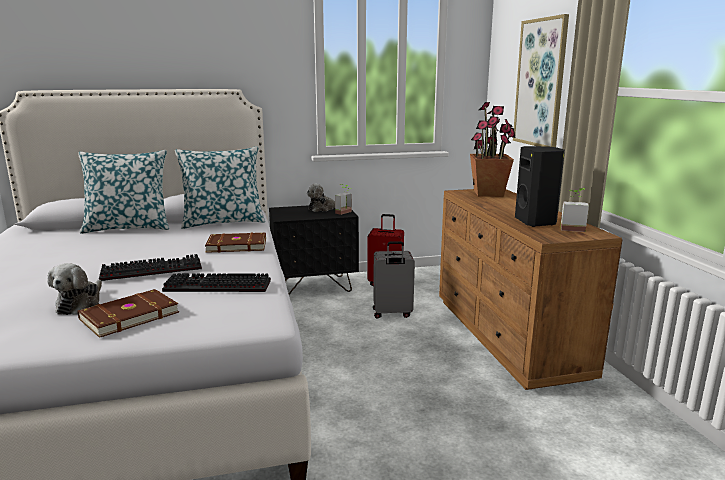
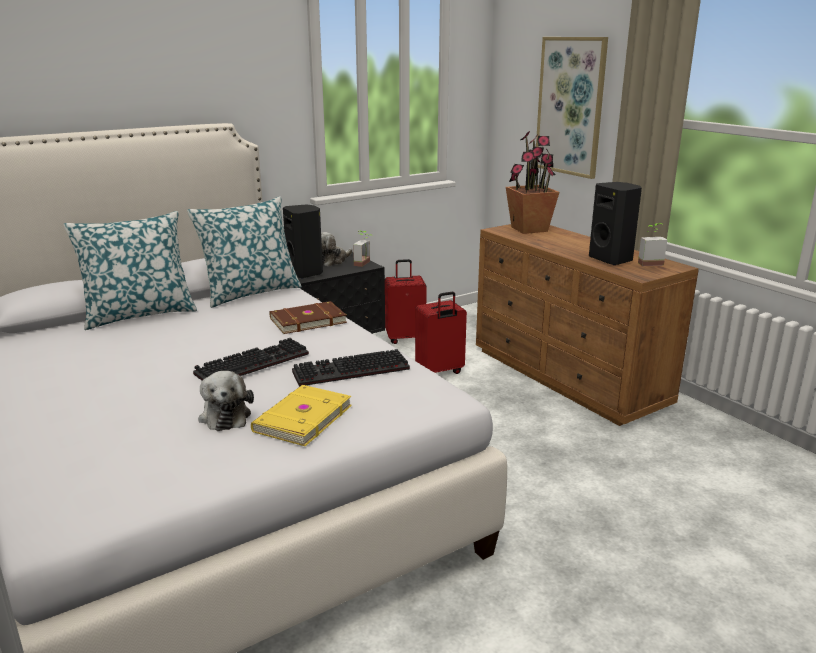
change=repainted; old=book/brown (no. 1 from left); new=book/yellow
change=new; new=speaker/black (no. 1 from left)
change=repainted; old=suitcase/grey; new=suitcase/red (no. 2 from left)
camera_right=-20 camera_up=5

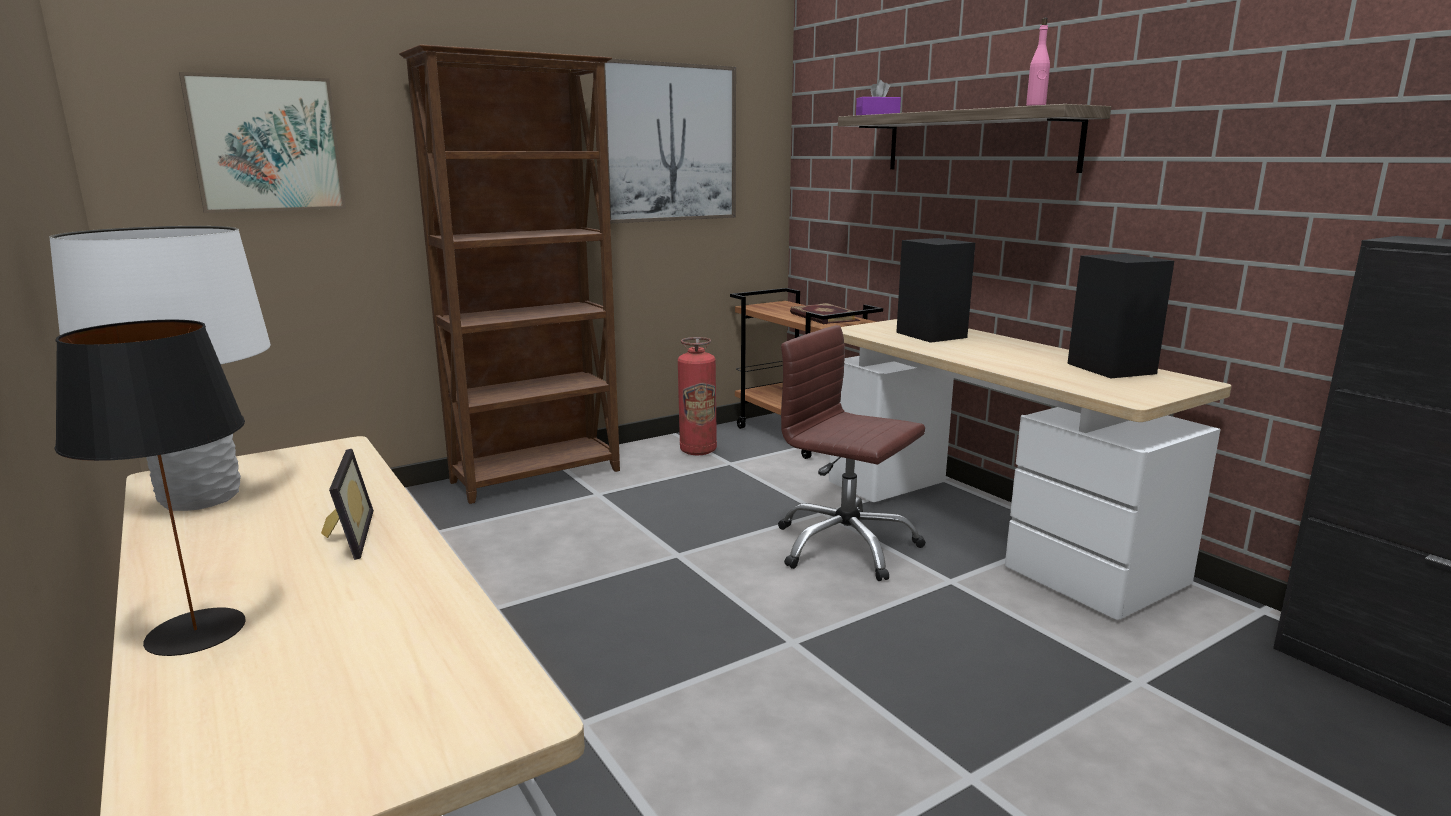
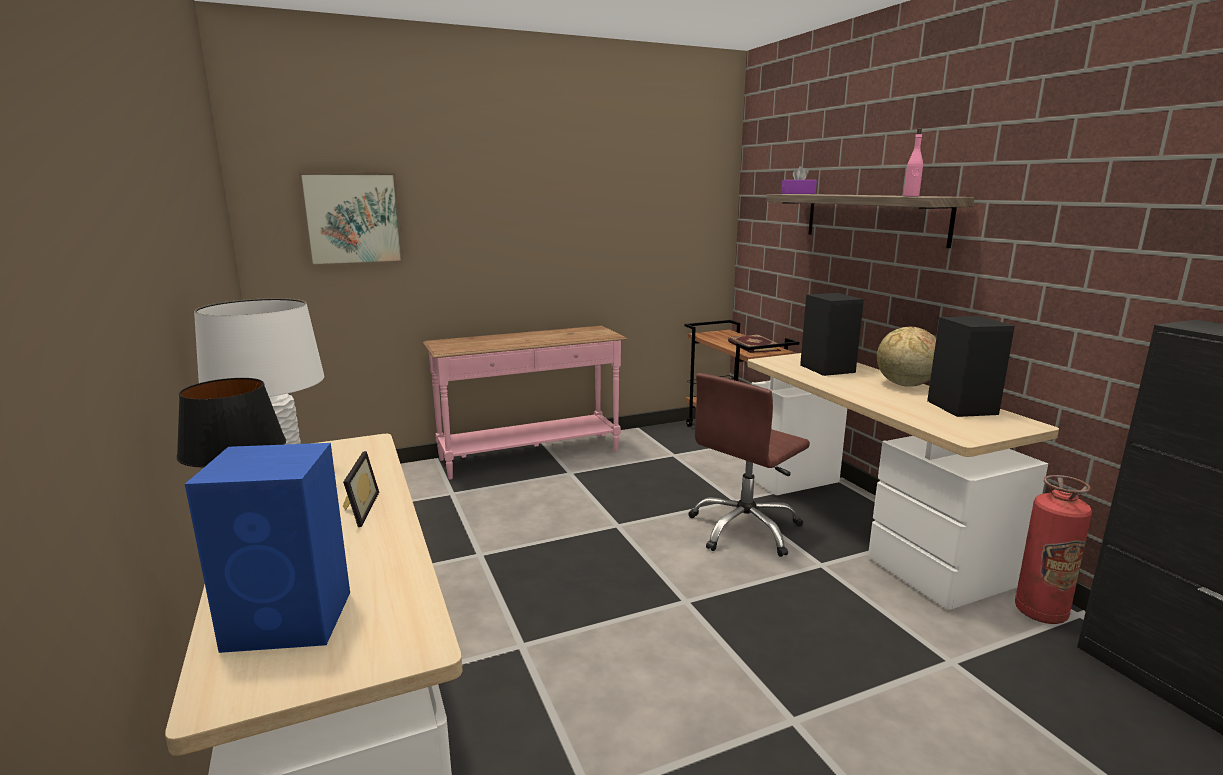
change=new; new=speaker/blue
change=swapped; old=bookcase/brown; new=console table/pink
change=rotated; old=office chair/brown; degrees=-90
change=new; new=globe
change=shifted; old=fire extinguisher
change=gone; old=picture (no. 2 from left)
camera_right=10 camera_up=0

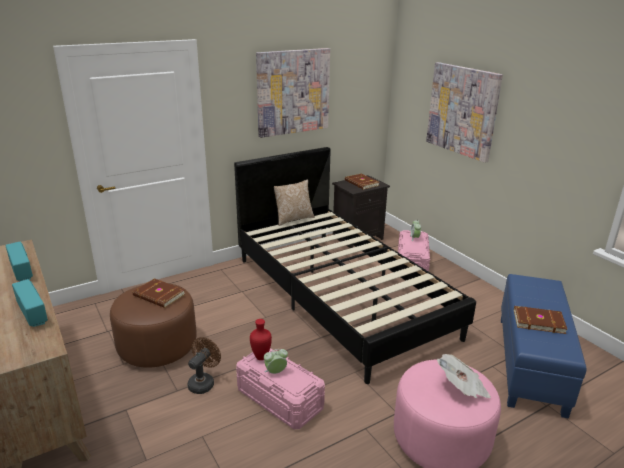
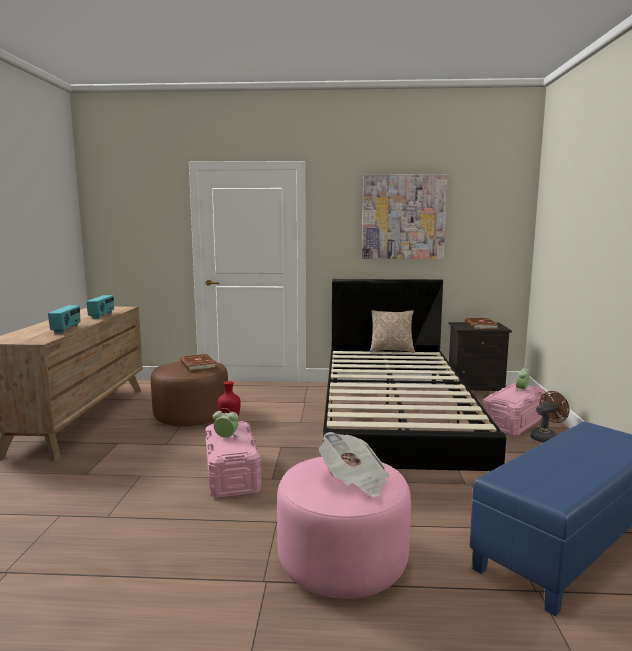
change=shifted; old=fan/brown
change=gone; old=picture (no. 2 from left)
change=gone; old=book/brown (no. 3 from left)
camera_right=35 camera_up=-15

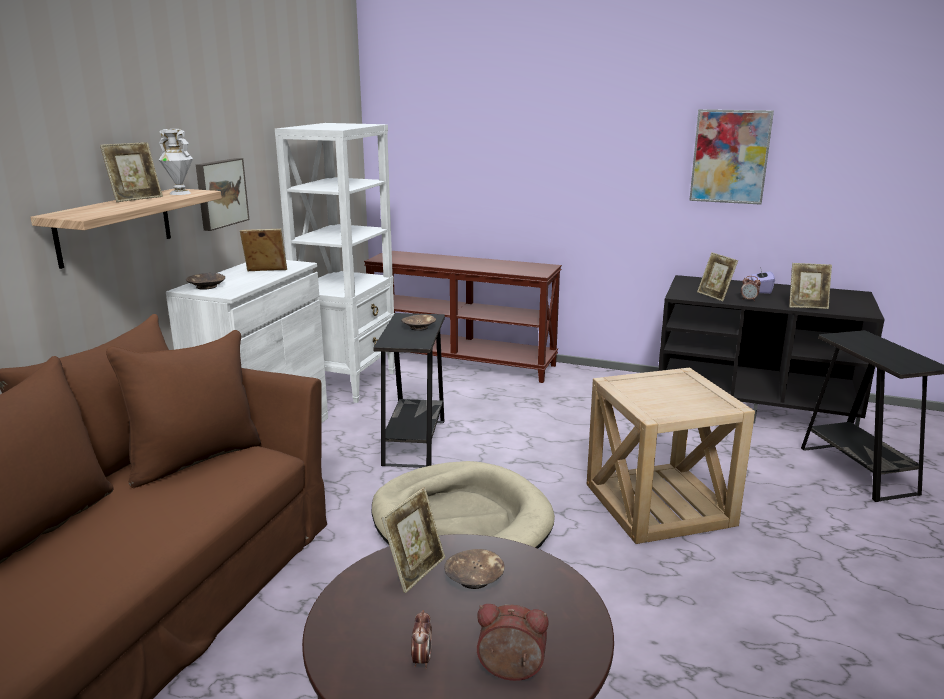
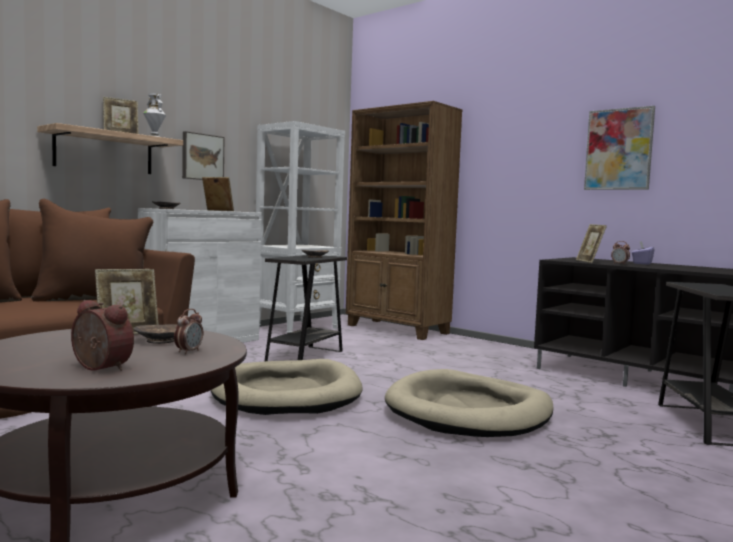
change=shifted; old=alarm clock (no. 1 from left in the first image); new=alarm clock (no. 2 from left)
change=swapped; old=console table/brown; new=bookcase/brown
change=swapped; old=side table/beige; new=dog bed/beige (no. 2 from left)
change=gone; old=picture frame (no. 5 from left)
camera_right=20 camera_up=-15

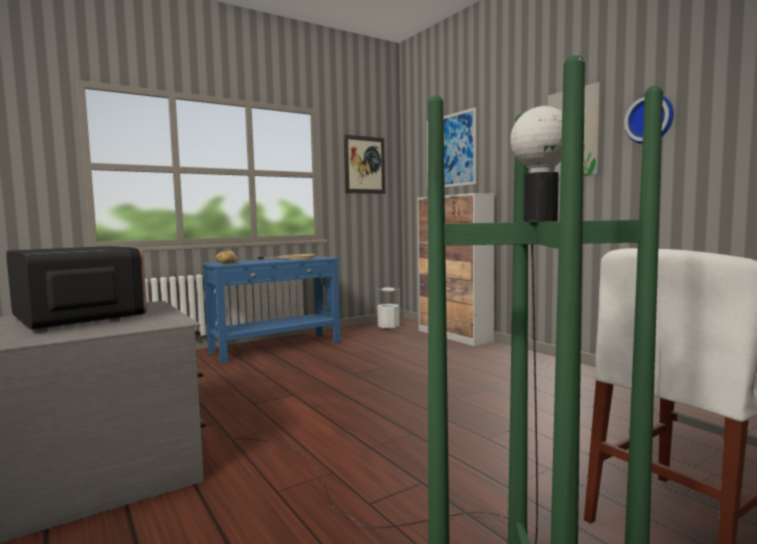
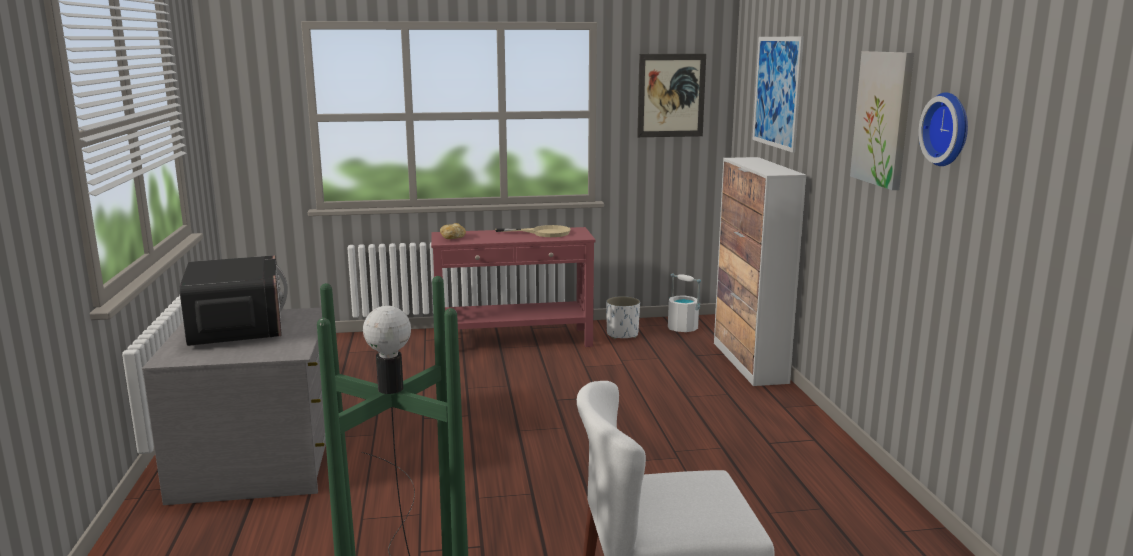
change=repainted; old=console table/blue; new=console table/red
change=new; new=planter/white
camera_right=25 camera_up=10

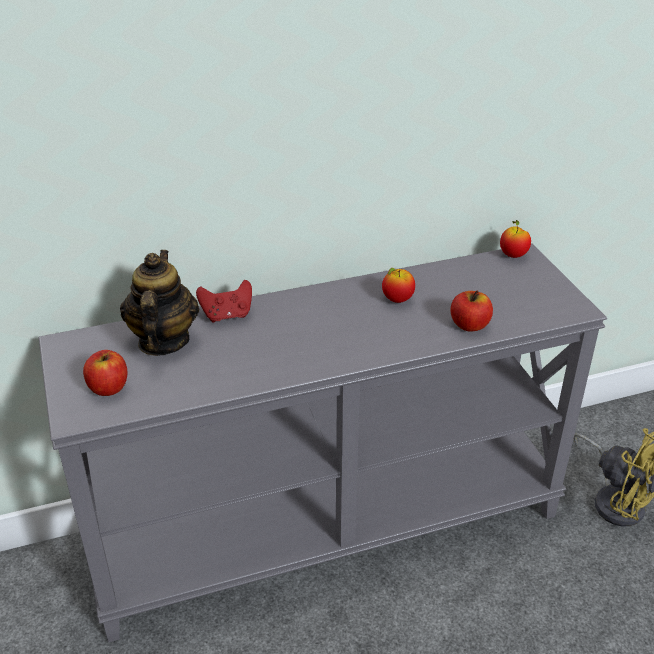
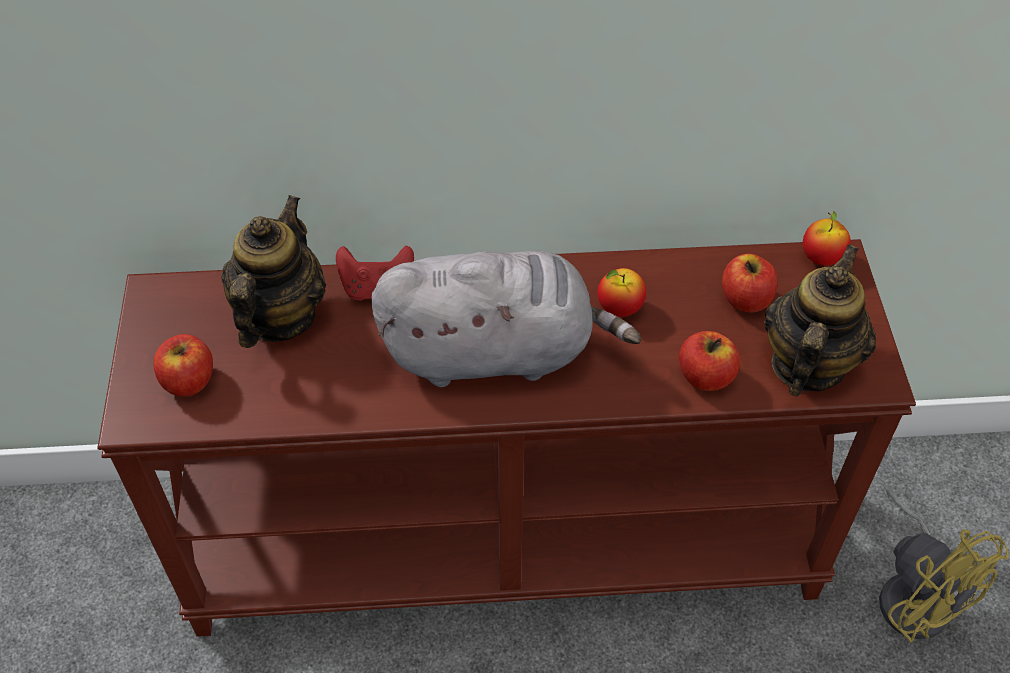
change=repainted; old=console table/grey; new=console table/brown
change=new; new=plush toy/grey
change=new; new=apple (no. 4 from left)
change=new; new=teapot (no. 2 from left)
camera_right=15 camera_up=15

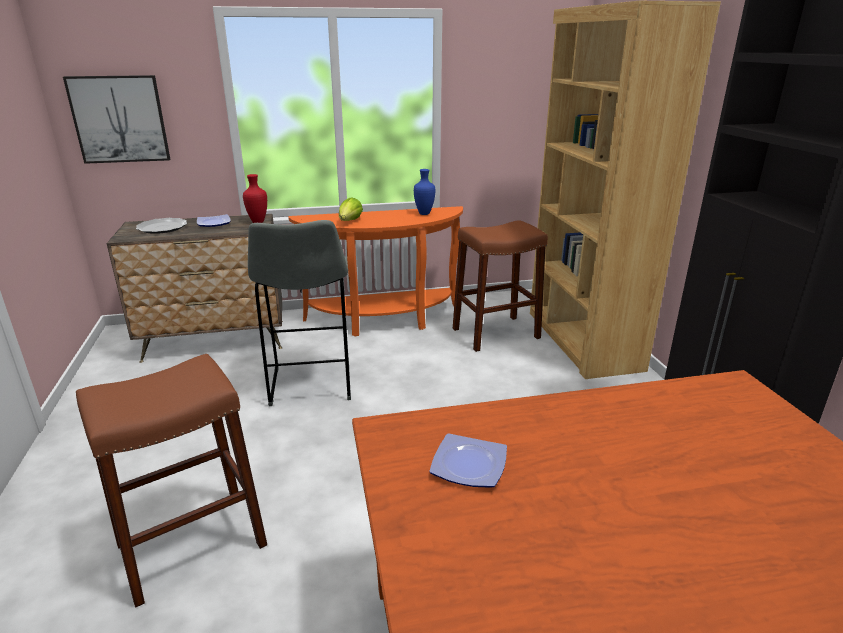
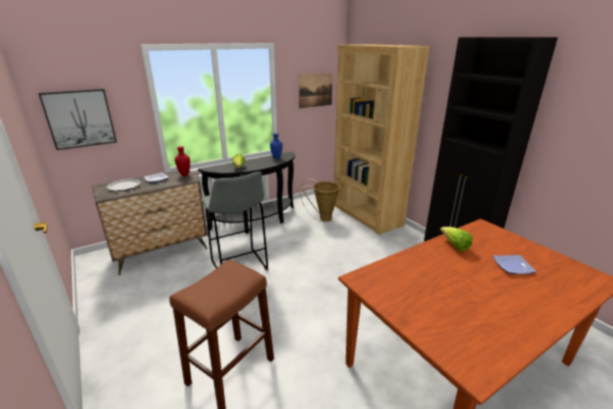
change=repainted; old=console table/orange; new=console table/black
change=new; new=picture (no. 2 from left)
change=swapped; old=stool/brown (no. 2 from left); new=basket
change=new; new=lettuce (no. 2 from left)
change=shifted; old=plate (no. 3 from left)
camera_right=-20 camera_up=0

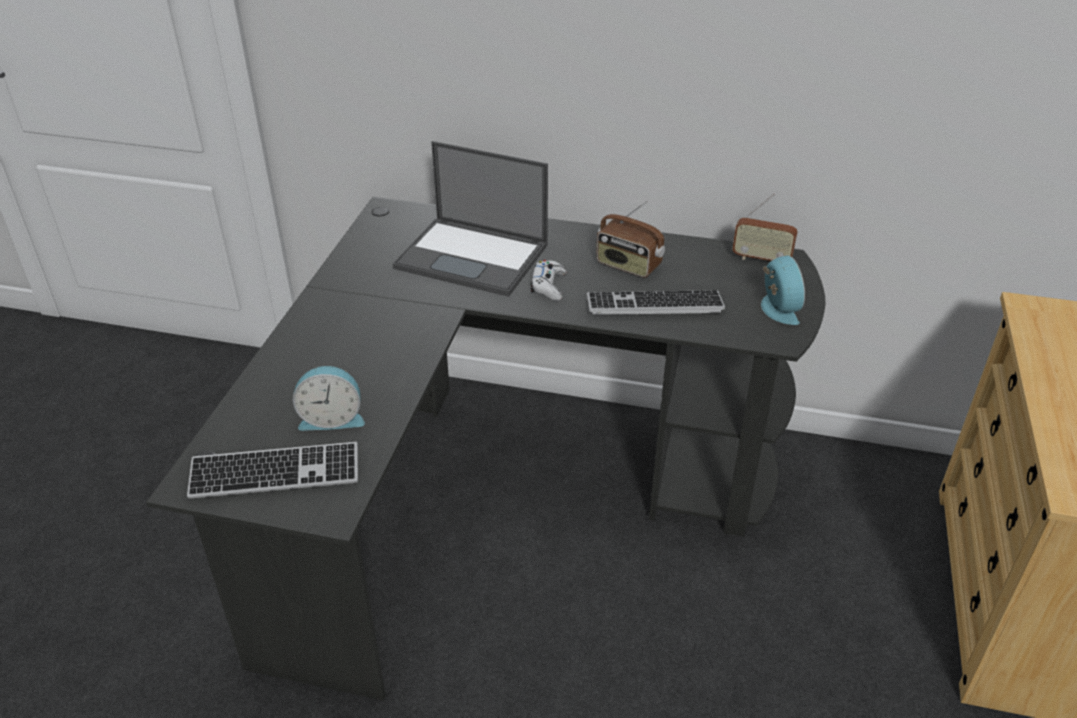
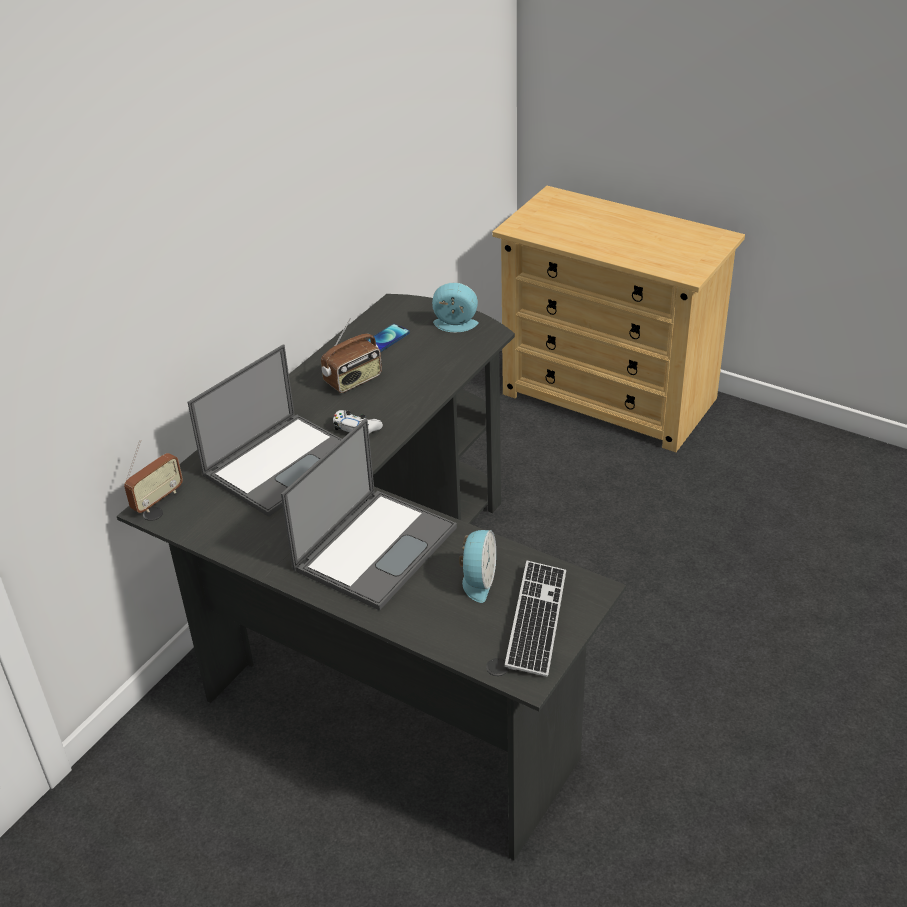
change=shifted; old=radio (no. 2 from left in the first image); new=radio (no. 1 from left)
change=new; new=laptop (no. 2 from left)
change=new; new=phone
change=gone; old=keyboard (no. 2 from left)
camera_right=-70 camera_up=0

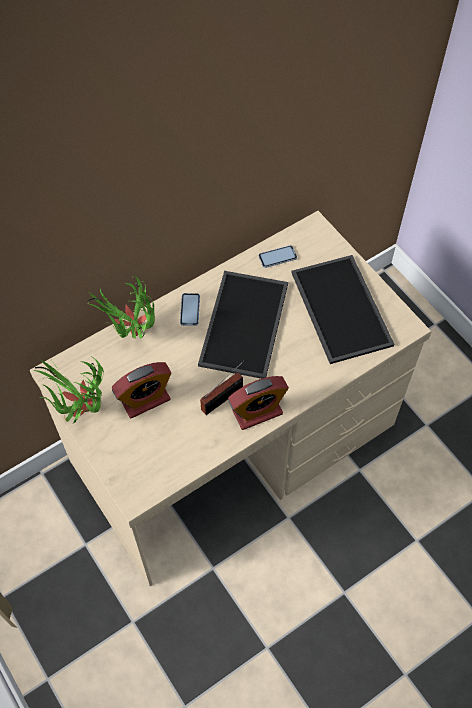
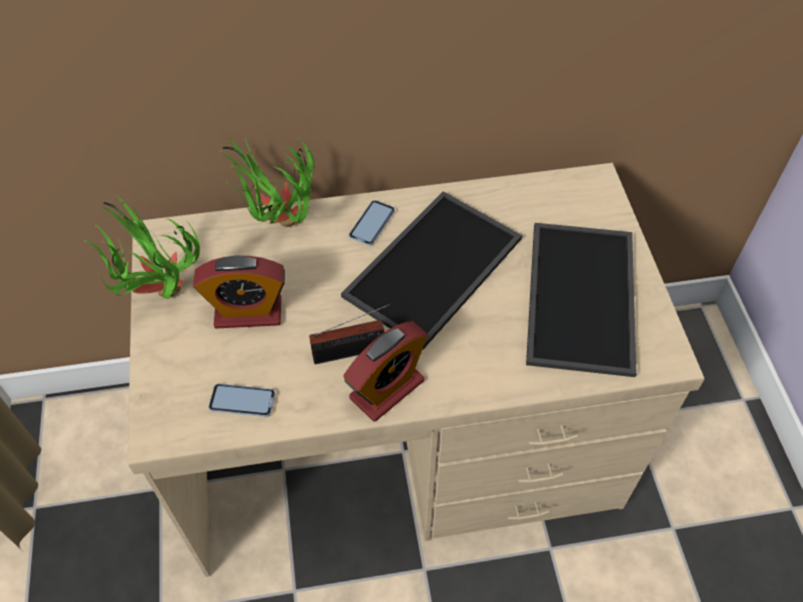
change=shifted; old=phone (no. 2 from left in the first image); new=phone (no. 1 from left)
change=rotated; old=alarm clock (no. 2 from left); degrees=-45
camera_right=25 camera_up=-5

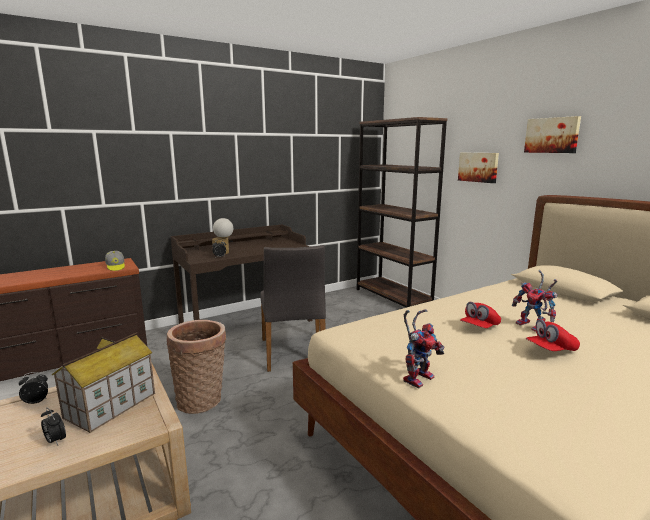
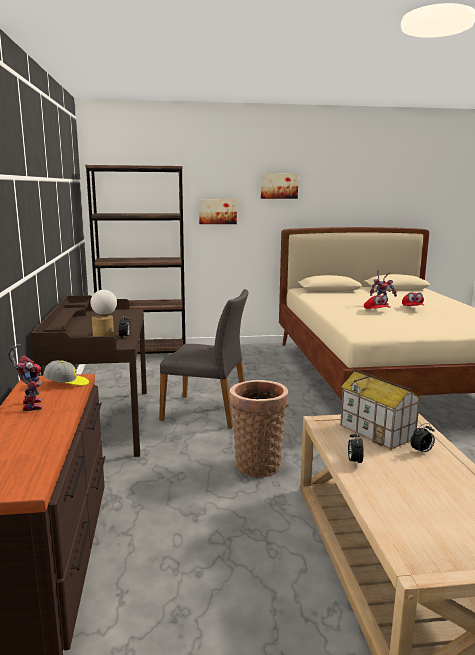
change=shifted; old=toy robot (no. 1 from left)
camera_right=-65 camera_up=0

